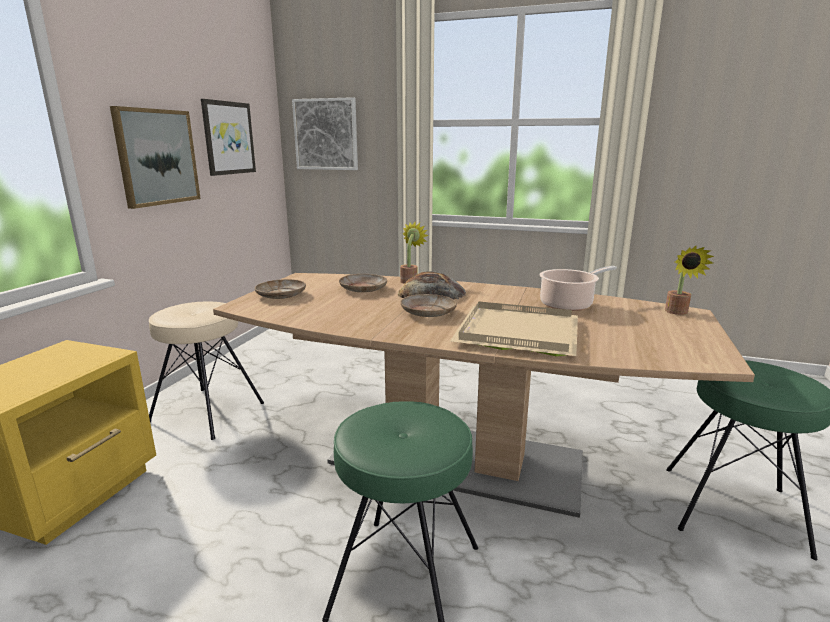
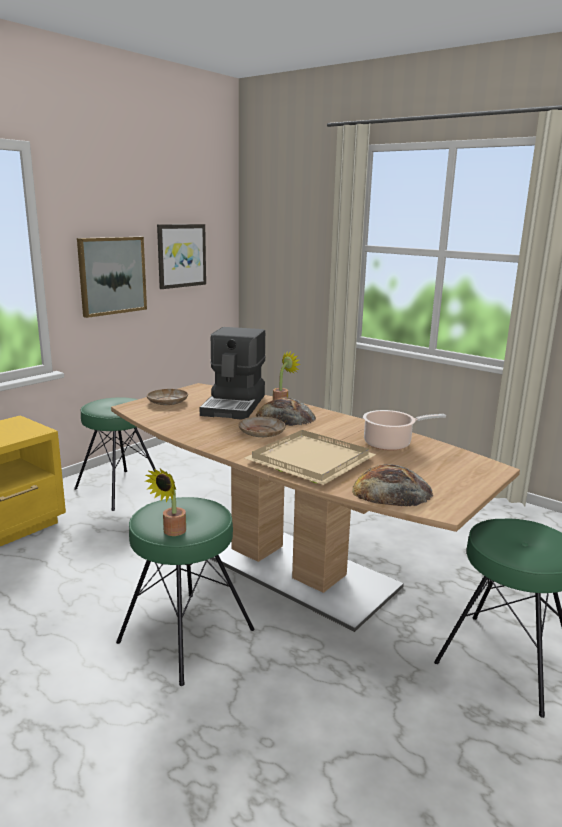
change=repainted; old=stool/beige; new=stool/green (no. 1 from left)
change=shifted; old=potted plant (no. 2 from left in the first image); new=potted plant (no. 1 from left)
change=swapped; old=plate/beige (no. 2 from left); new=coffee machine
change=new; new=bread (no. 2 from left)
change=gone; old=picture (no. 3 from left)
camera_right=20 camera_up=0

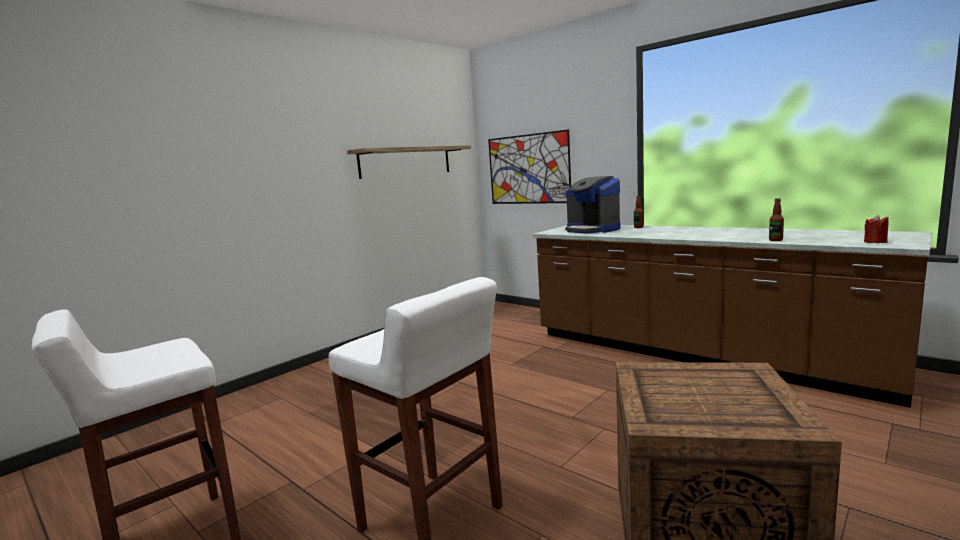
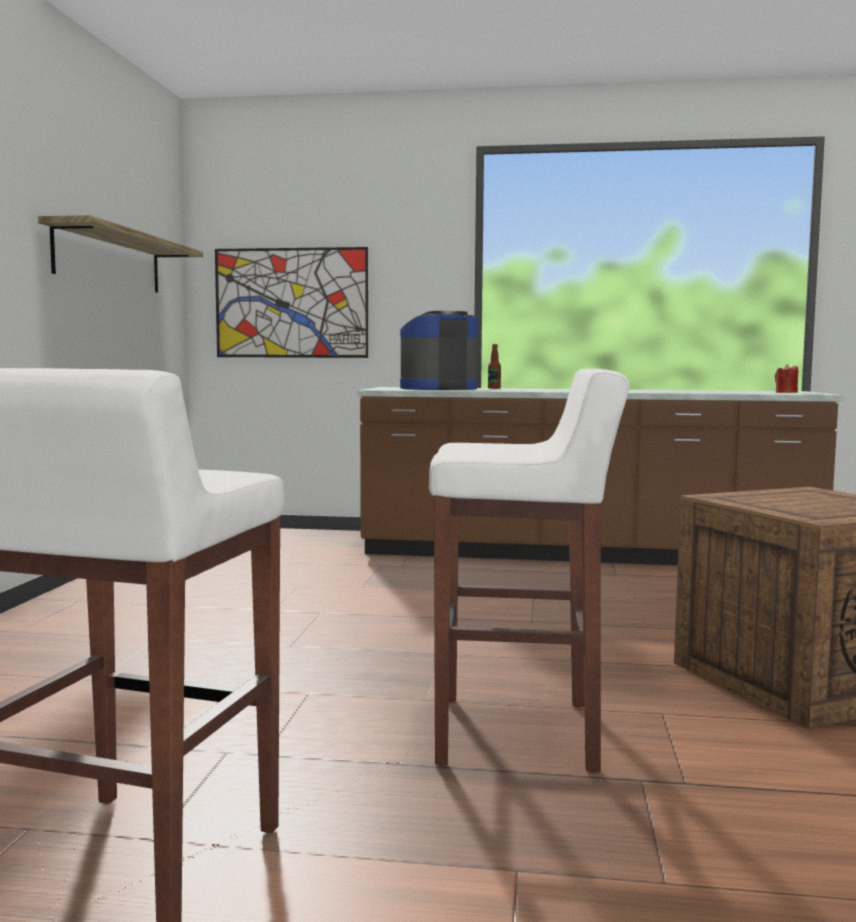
change=rotated; old=coffee machine; degrees=135
change=gone; old=bottle (no. 2 from left)
camera_right=-35 camera_up=-5

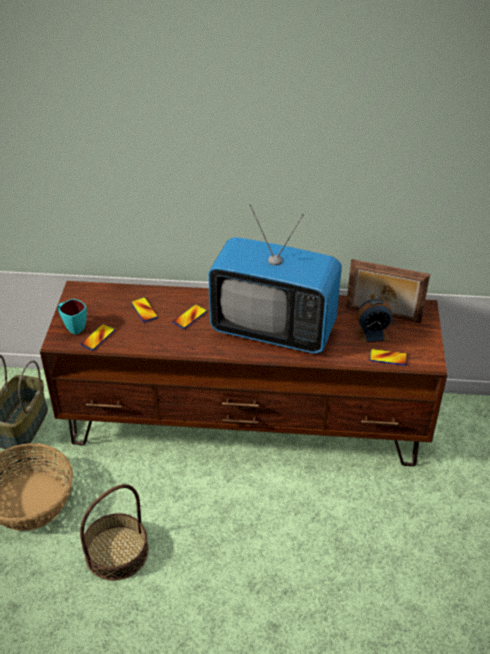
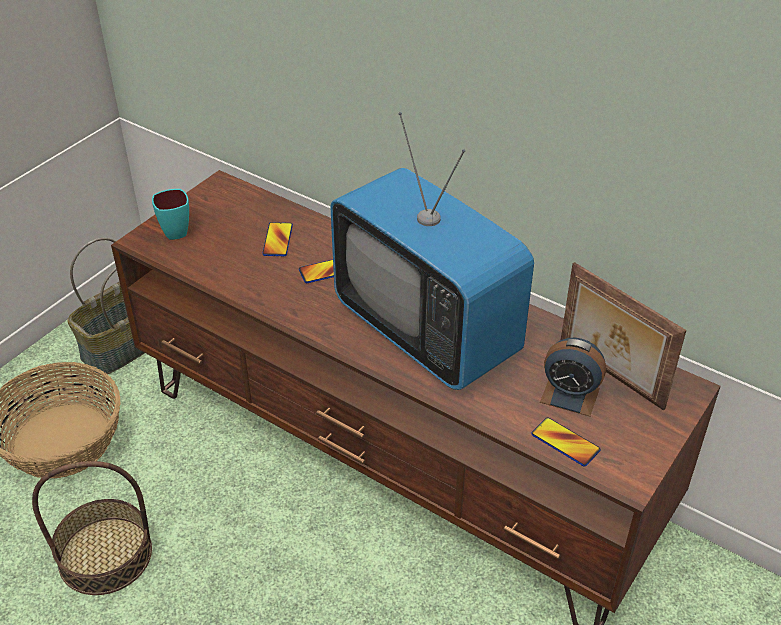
change=gone; old=phone (no. 1 from left)
camera_right=30 camera_up=0

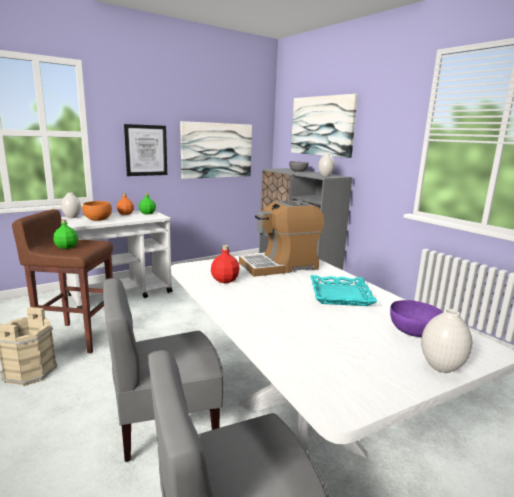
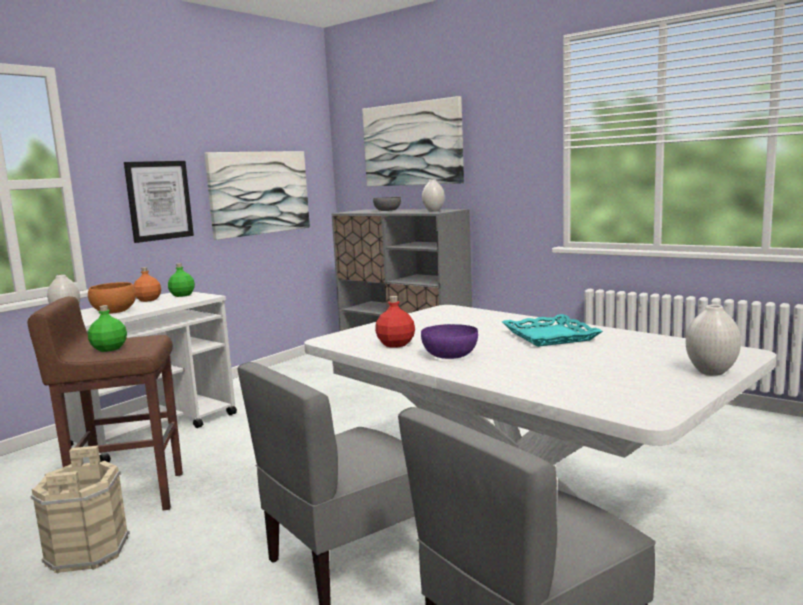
change=shifted; old=bowl/purple
change=gone; old=coffee machine
camera_right=-15 camera_up=-5

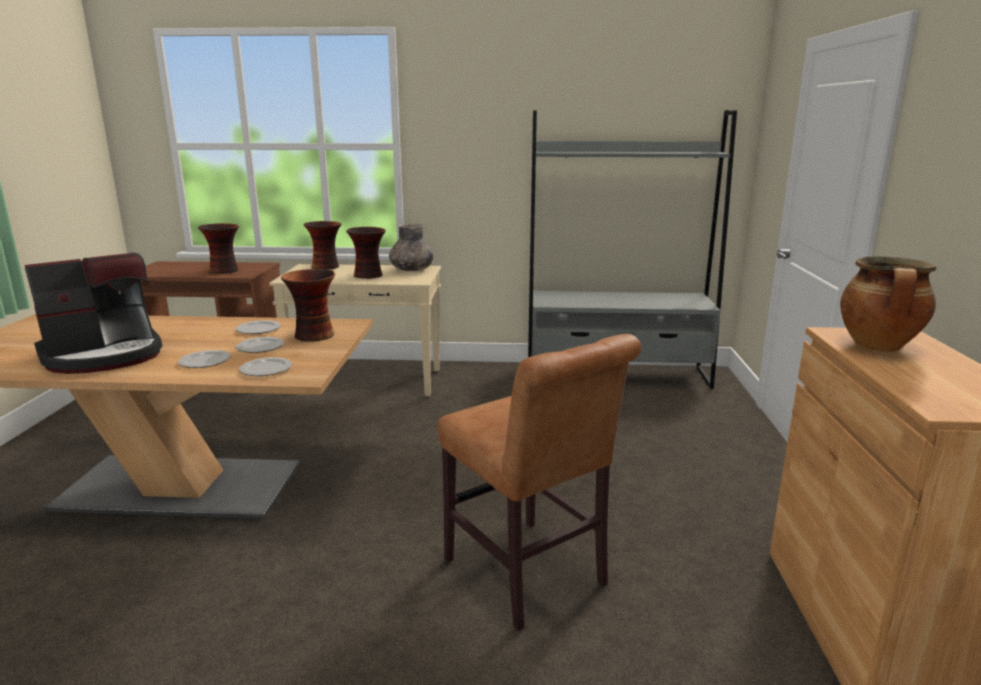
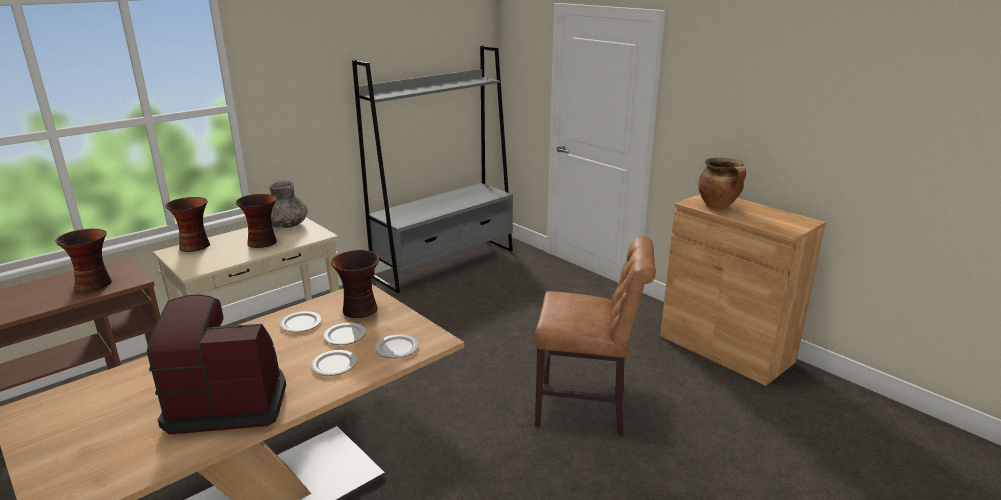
change=rotated; old=coffee machine; degrees=-105
camera_right=-45 camera_up=5

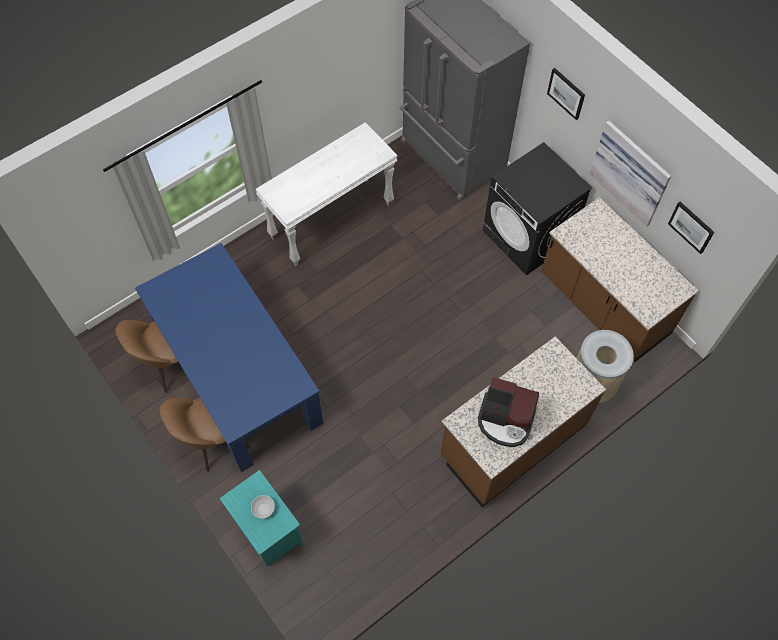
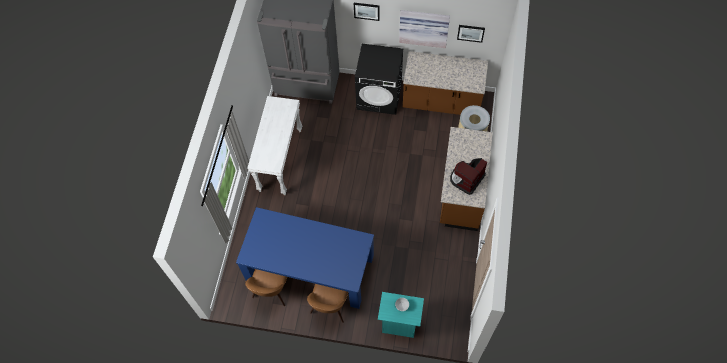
change=rotated; old=coffee machine; degrees=150
camera_right=-40 camera_up=0

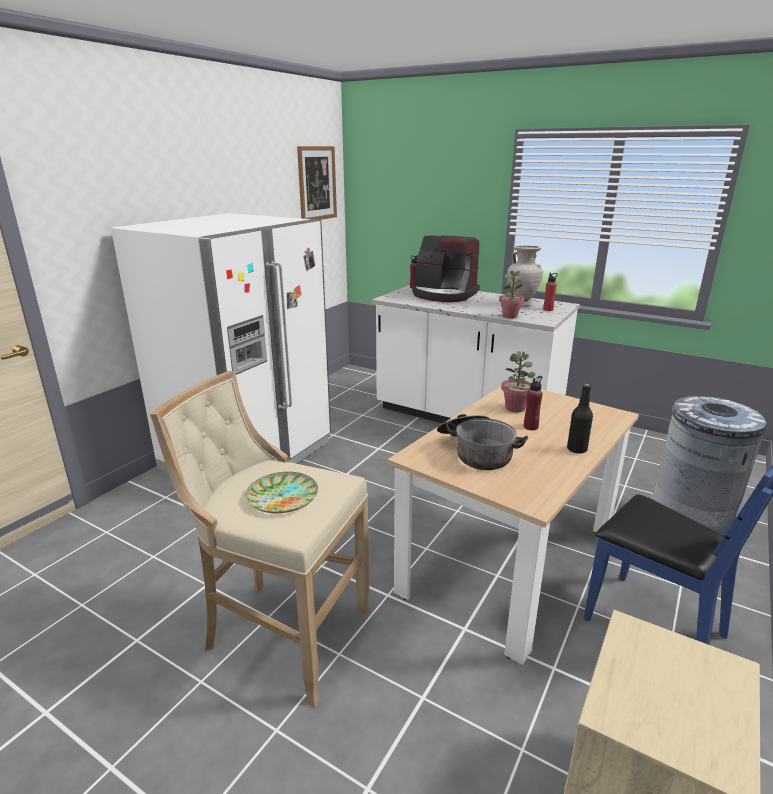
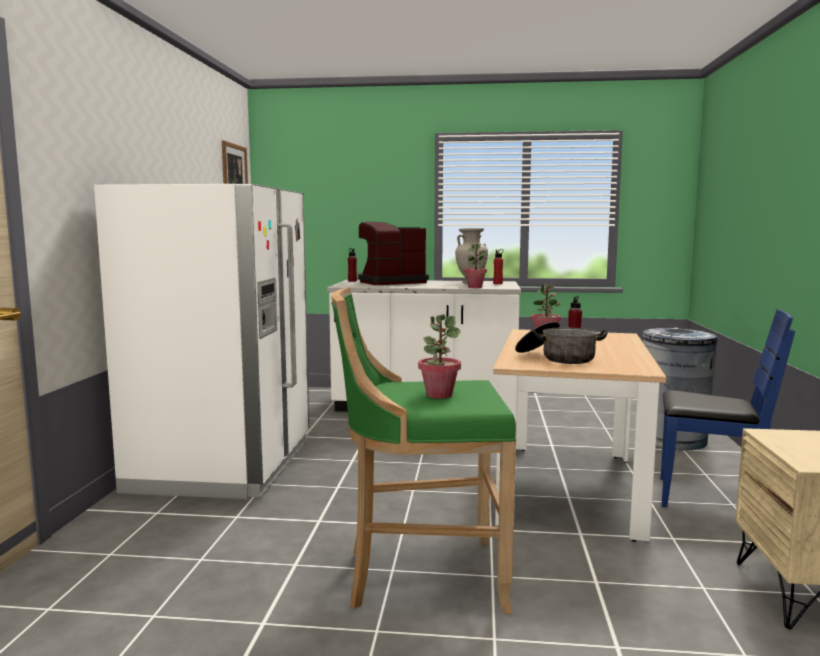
change=repainted; old=stool/beige; new=stool/green
change=rotated; old=coffee machine; degrees=150
change=swapped; old=plate; new=potted plant (no. 1 from left)
change=gone; old=bottle/black
camera_right=-25 camera_up=-15

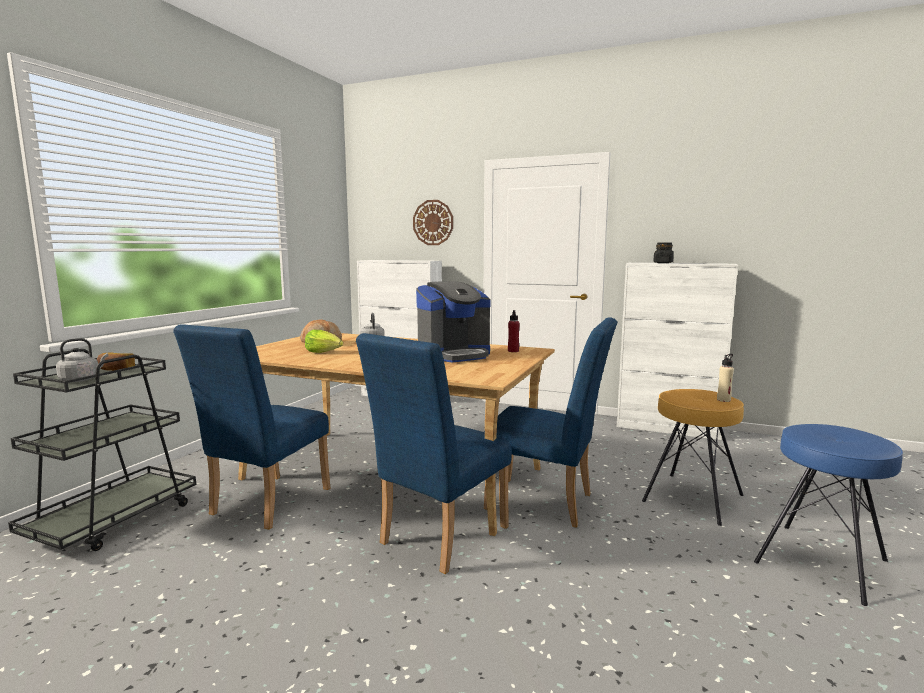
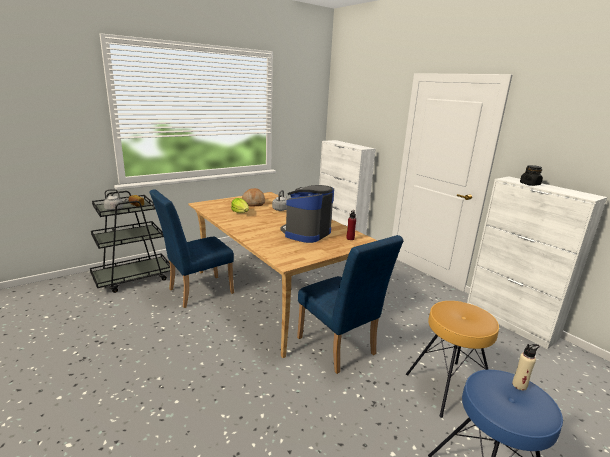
change=rotated; old=coffee machine; degrees=120
change=shifted; old=bottle/beige
change=gone; old=chair/blue (no. 2 from left)
change=gone; old=wall clock
camera_right=30 camera_up=10

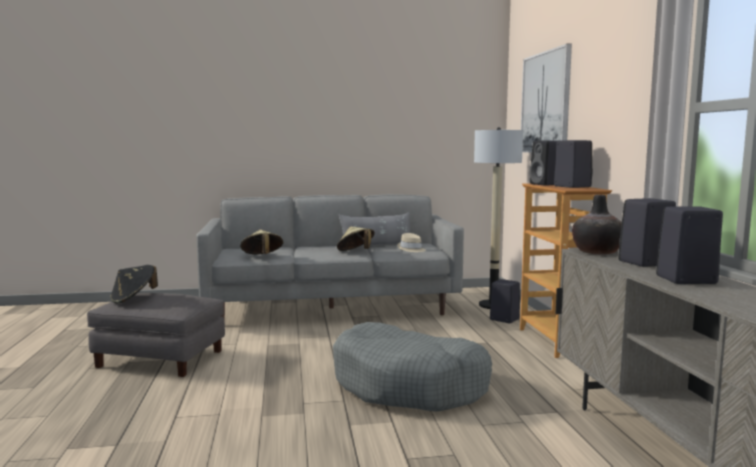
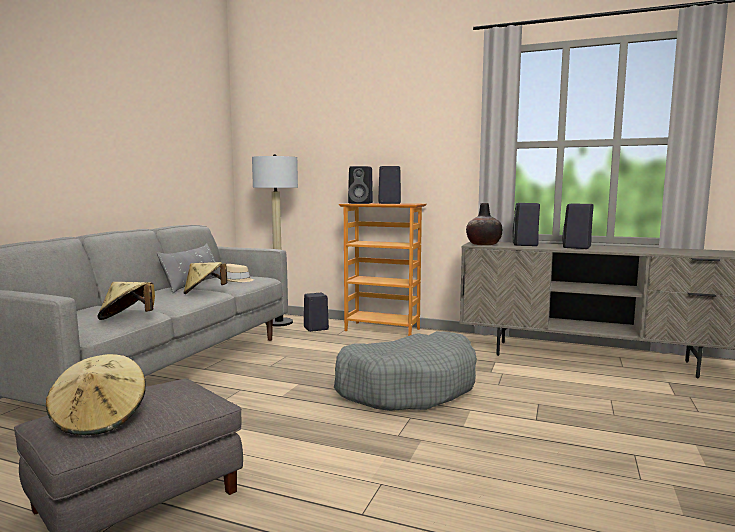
change=repainted; old=hat/black; new=hat/beige (no. 1 from left)
change=gone; old=picture
camera_right=-60 camera_up=0

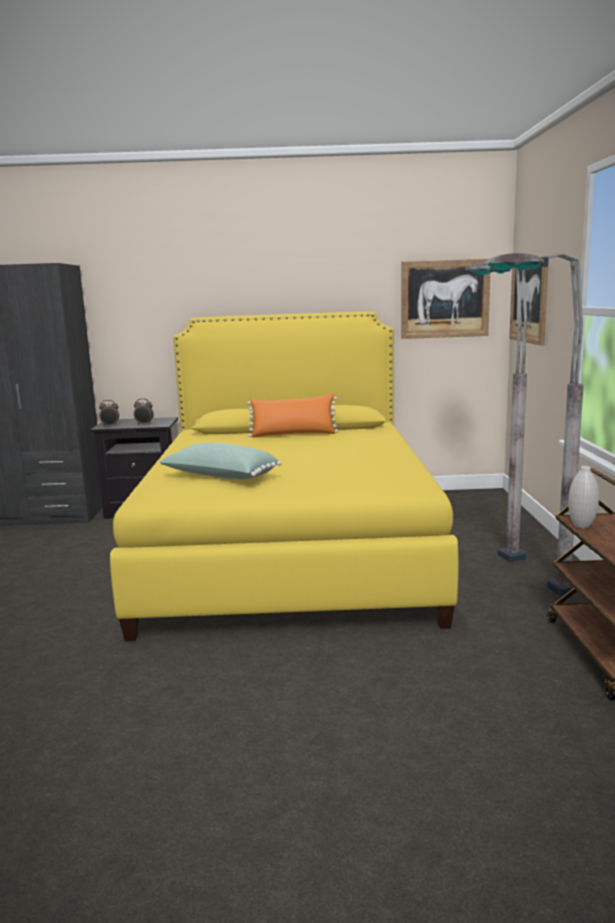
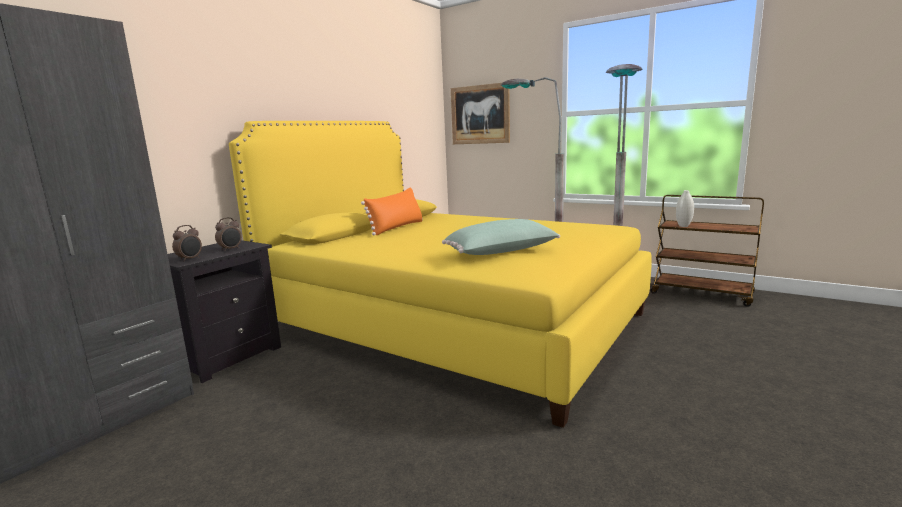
change=gone; old=picture (no. 1 from left)
camera_right=-55 camera_up=0

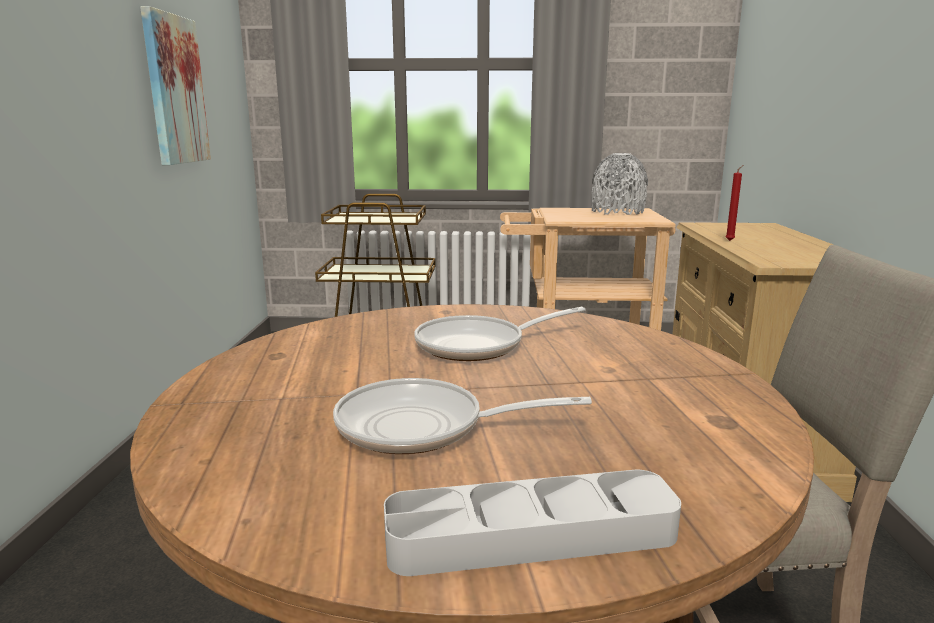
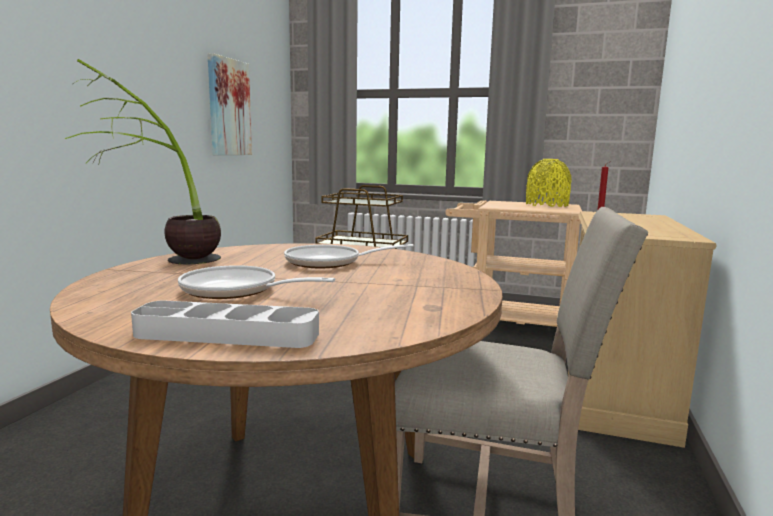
change=new; new=potted plant
change=repainted; old=vase/grey; new=vase/yellow
camera_right=15 camera_up=-5

